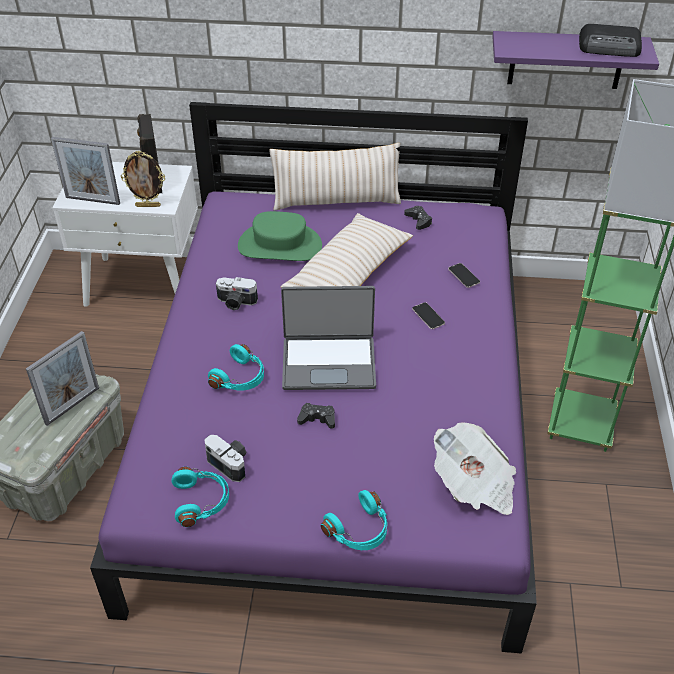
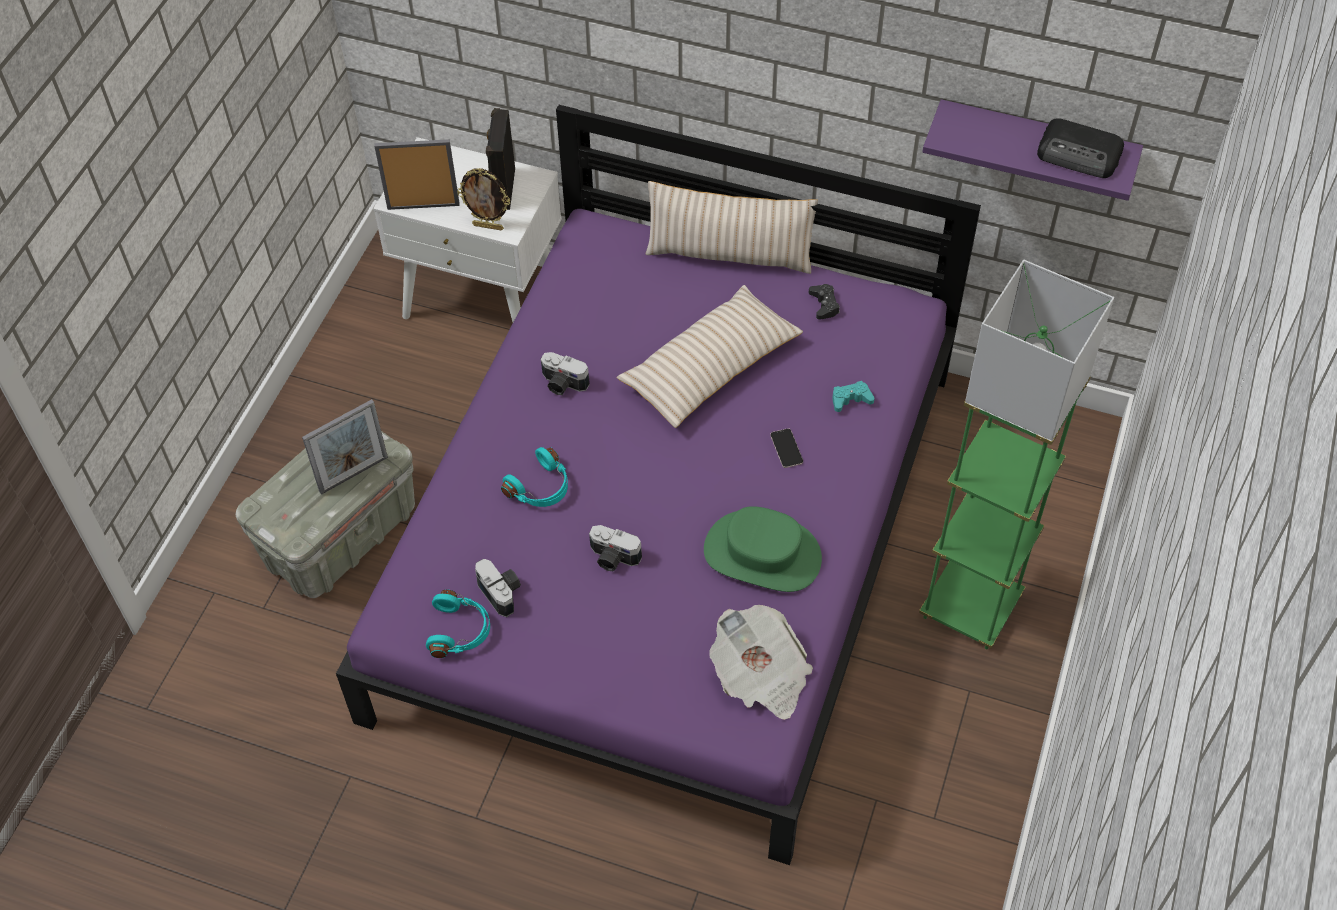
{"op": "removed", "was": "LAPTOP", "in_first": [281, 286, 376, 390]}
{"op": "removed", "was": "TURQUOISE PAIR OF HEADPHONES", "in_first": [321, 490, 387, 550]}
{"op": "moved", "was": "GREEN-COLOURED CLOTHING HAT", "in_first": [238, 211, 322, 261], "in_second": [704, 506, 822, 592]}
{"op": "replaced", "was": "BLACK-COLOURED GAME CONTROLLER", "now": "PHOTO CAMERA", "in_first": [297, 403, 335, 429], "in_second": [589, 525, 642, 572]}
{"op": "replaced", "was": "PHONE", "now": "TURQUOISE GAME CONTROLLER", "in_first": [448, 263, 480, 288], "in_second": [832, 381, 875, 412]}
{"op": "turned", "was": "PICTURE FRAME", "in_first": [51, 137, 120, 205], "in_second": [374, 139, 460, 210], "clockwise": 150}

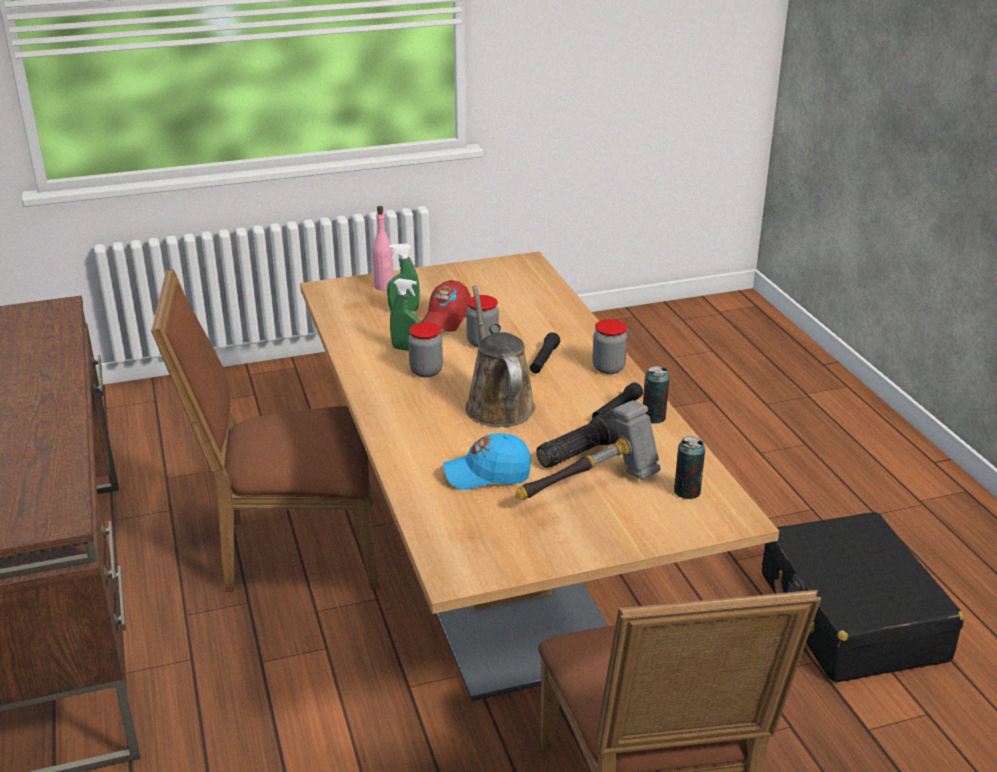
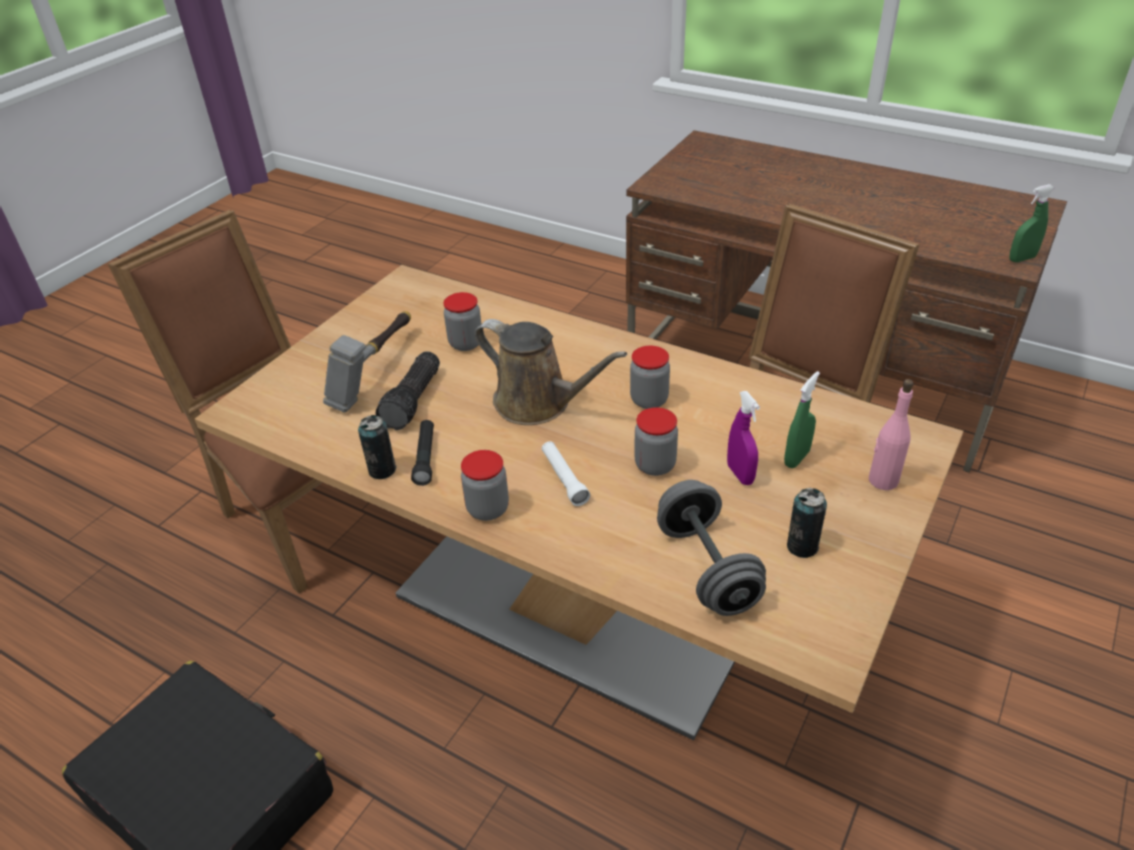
{"op": "added", "now": "GRAY FREE WEIGHT", "in_second": [657, 480, 766, 616]}
{"op": "moved", "was": "GREEN-COLOURED SPRAY BOTTLE", "in_first": [390, 279, 421, 351], "in_second": [1010, 184, 1055, 262]}
{"op": "moved", "was": "SEALED CAN", "in_first": [674, 436, 705, 499], "in_second": [787, 488, 827, 558]}
{"op": "replaced", "was": "RED PEAKED CAP", "now": "PURPLE SPRAY BOTTLE", "in_first": [421, 280, 471, 332], "in_second": [727, 391, 760, 485]}
{"op": "replaced", "was": "BLUE-COLOURED PEAKED CAP", "now": "PRESERVE JAR", "in_first": [443, 433, 531, 490], "in_second": [444, 292, 482, 351]}
{"op": "recoloured", "was": "BLACK-COLOURED FLASHLIGHT", "now": "WHITE FLASHLIGHT", "in_first": [530, 332, 561, 374], "in_second": [542, 441, 590, 506]}

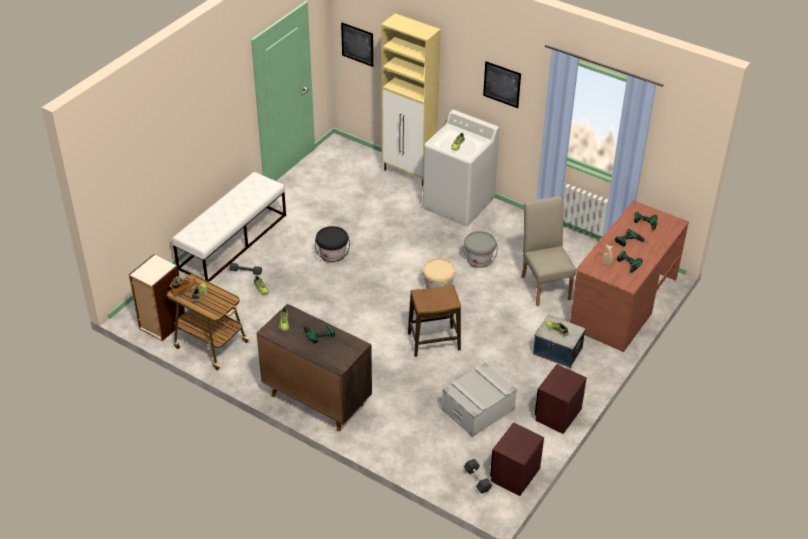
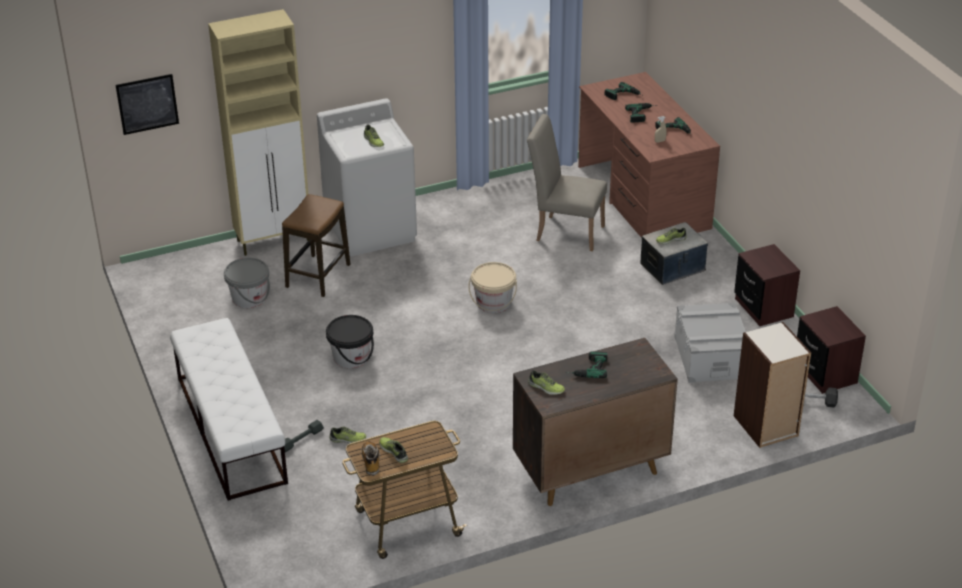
{"op": "removed", "was": "WALL PICTURE", "in_first": [483, 61, 521, 108]}
{"op": "moved", "was": "BOOKCASE", "in_first": [129, 254, 185, 341], "in_second": [734, 322, 811, 448]}
{"op": "moved", "was": "STOOL SEAT", "in_first": [408, 285, 461, 357], "in_second": [282, 194, 350, 297]}
{"op": "moved", "was": "GRAY WATER BUCKET", "in_first": [464, 231, 498, 268], "in_second": [224, 257, 270, 308]}

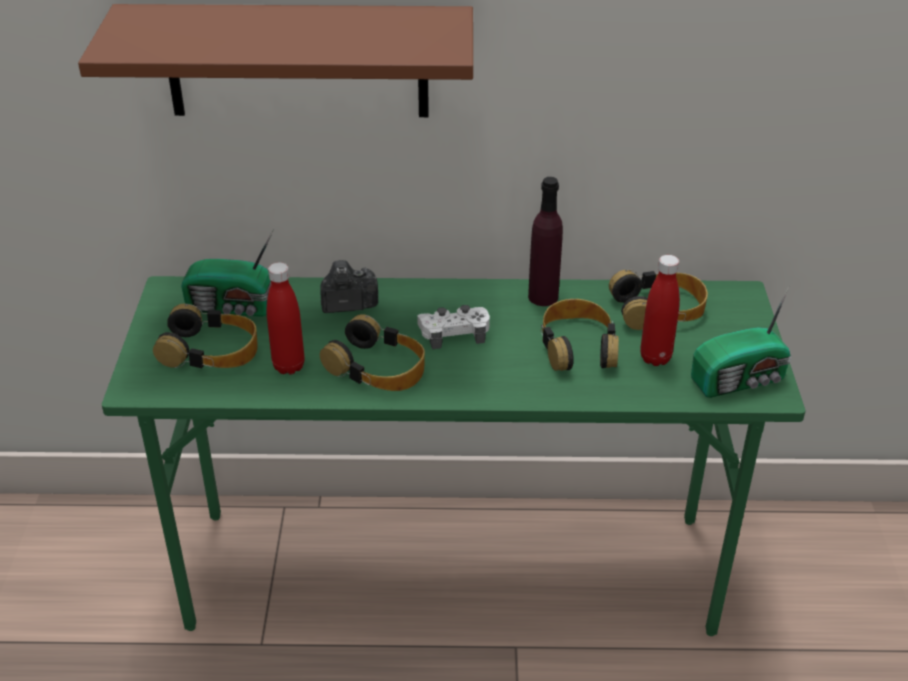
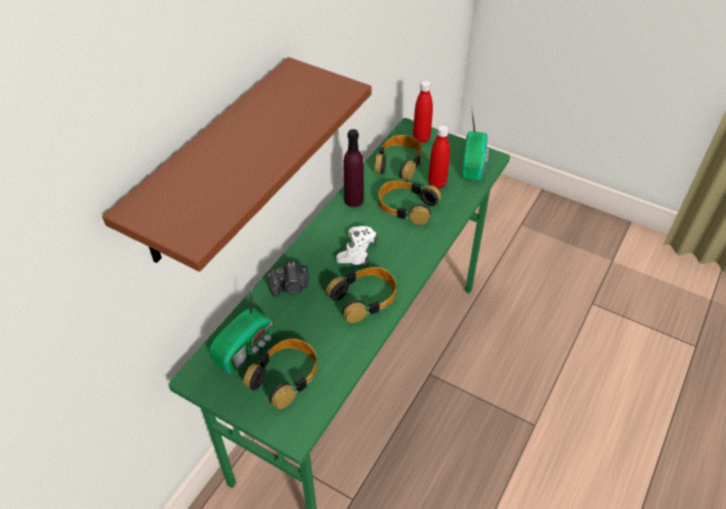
{"op": "moved", "was": "RED DRINK BOTTLE", "in_first": [267, 262, 305, 375], "in_second": [413, 80, 433, 143]}
{"op": "turned", "was": "PHOTO CAMERA", "in_first": [320, 260, 378, 313], "in_second": [268, 261, 309, 297], "clockwise": -120}

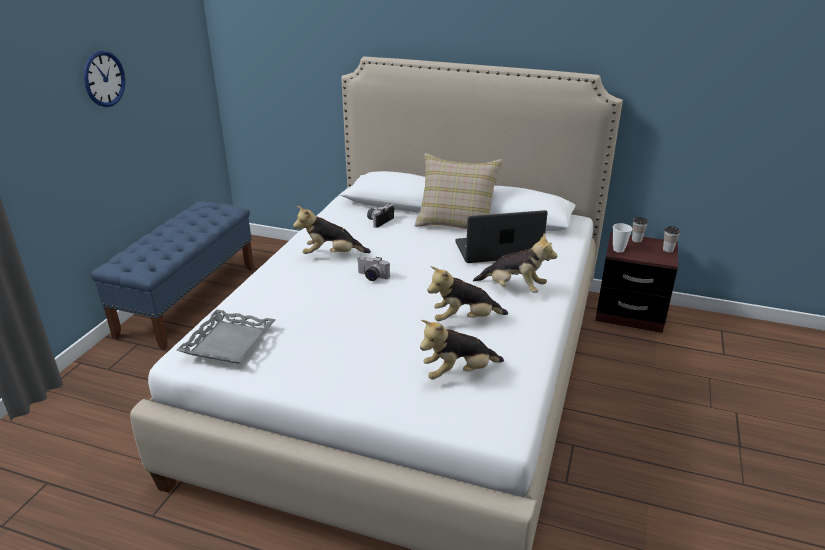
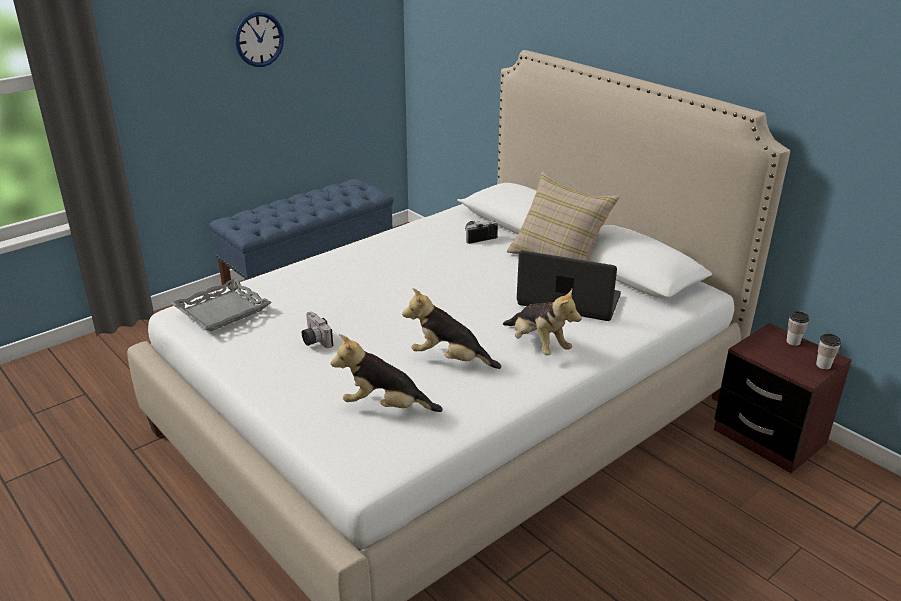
{"op": "removed", "was": "SOFT TOY", "in_first": [293, 206, 371, 254]}
{"op": "removed", "was": "SMALL CUP", "in_first": [613, 223, 632, 253]}
{"op": "moved", "was": "PHOTO CAMERA", "in_first": [357, 256, 390, 281], "in_second": [302, 312, 333, 348]}

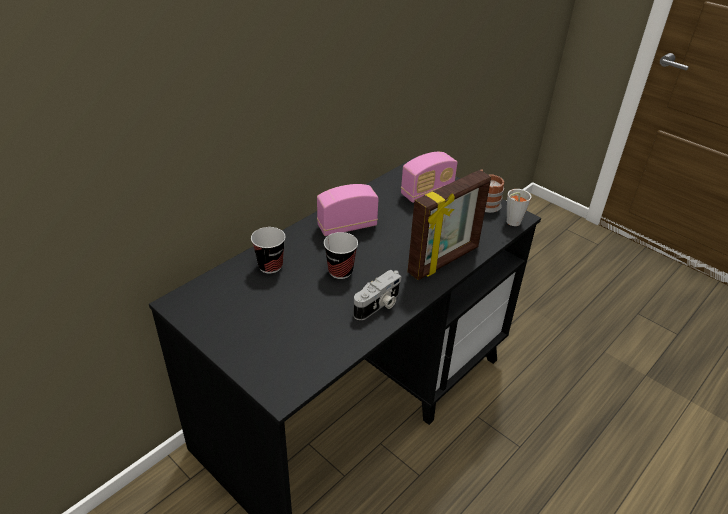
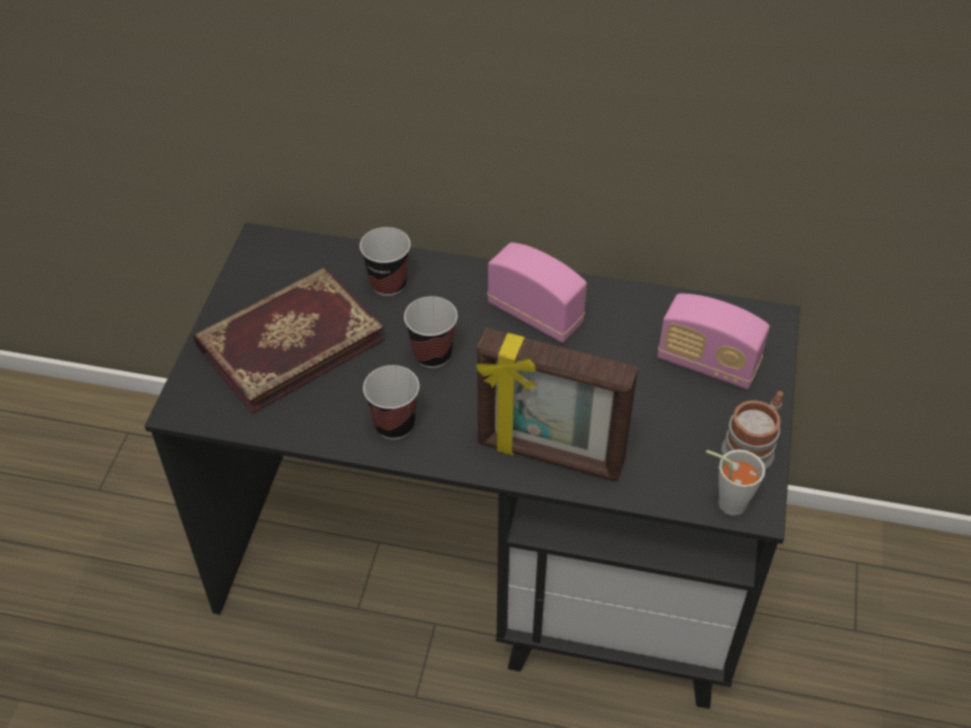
{"op": "added", "now": "BOOK", "in_second": [194, 267, 385, 414]}
{"op": "replaced", "was": "PHOTO CAMERA", "now": "SMALL CUP", "in_first": [353, 270, 401, 320], "in_second": [363, 365, 419, 440]}

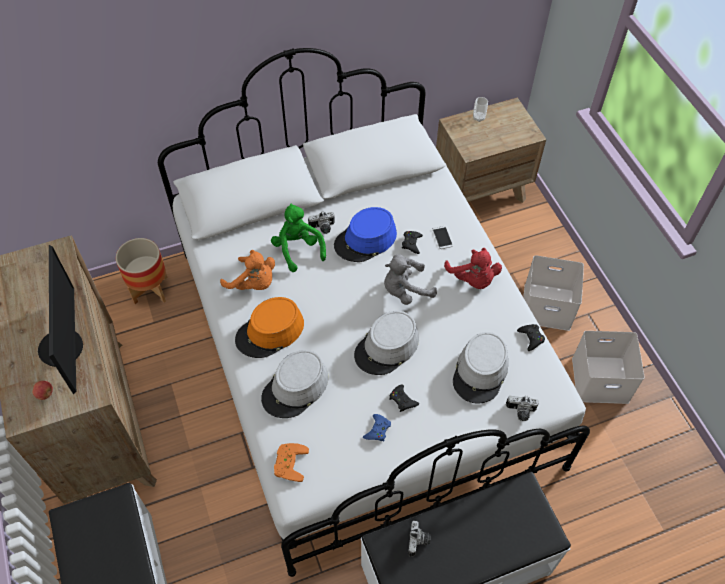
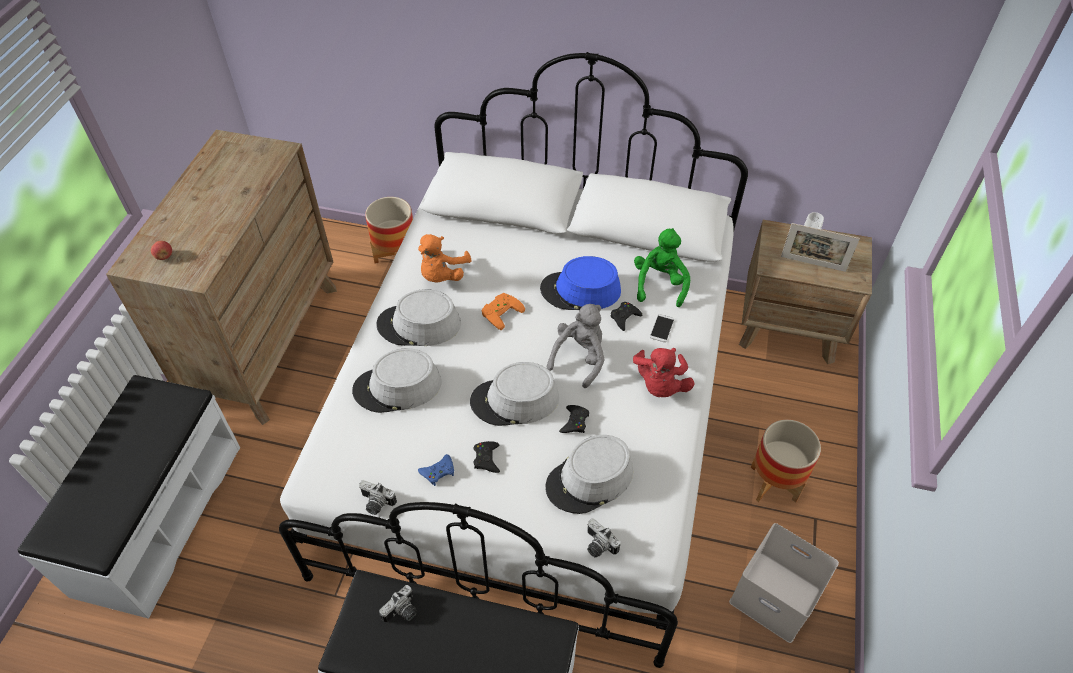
{"op": "removed", "was": "COMPUTER DISPLAY", "in_first": [38, 245, 83, 394]}
{"op": "added", "now": "PICTURE FRAME", "in_second": [781, 223, 860, 272]}
{"op": "moved", "was": "GREEN-COLOURED SOFT TOY", "in_first": [271, 204, 326, 272], "in_second": [634, 228, 690, 307]}
{"op": "moved", "was": "ORANGE-COLOURED GAME CONTROLLER", "in_first": [274, 443, 309, 482], "in_second": [482, 293, 525, 330]}
{"op": "moved", "was": "PHOTO CAMERA", "in_first": [308, 211, 335, 234], "in_second": [359, 480, 397, 515]}
{"op": "moved", "was": "BLACK-COLOURED GAME CONTROLLER", "in_first": [517, 324, 545, 351], "in_second": [559, 405, 589, 433]}
{"op": "replaced", "was": "WHITE STORAGE CONTAINER", "now": "PLANTER", "in_first": [523, 255, 584, 331], "in_second": [751, 419, 821, 503]}
{"op": "recoloured", "was": "ORANGE-COLOURED CLOTHING HAT", "now": "GRAY CLOTHING HAT", "in_first": [235, 297, 304, 358], "in_second": [376, 289, 461, 346]}
{"op": "turned", "was": "ORANGE-COLOURED SOFT TOY", "in_first": [220, 250, 275, 290], "in_second": [418, 234, 472, 283], "clockwise": 45}
{"op": "turned", "was": "GRAY SOFT TOY", "in_first": [384, 254, 437, 305], "in_second": [547, 304, 605, 388], "clockwise": 105}

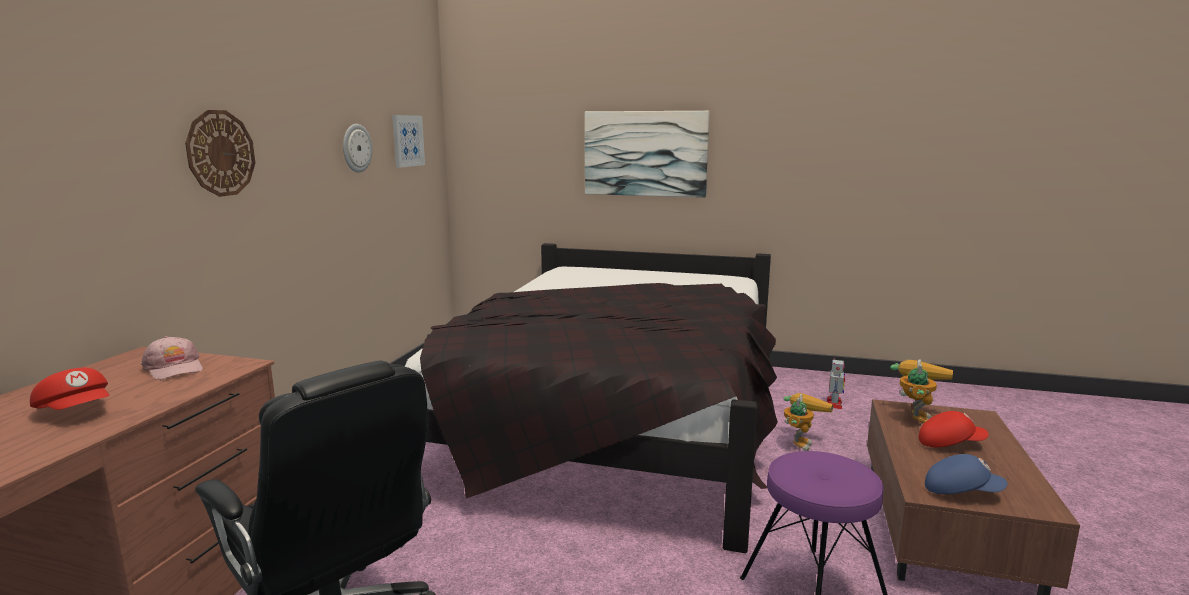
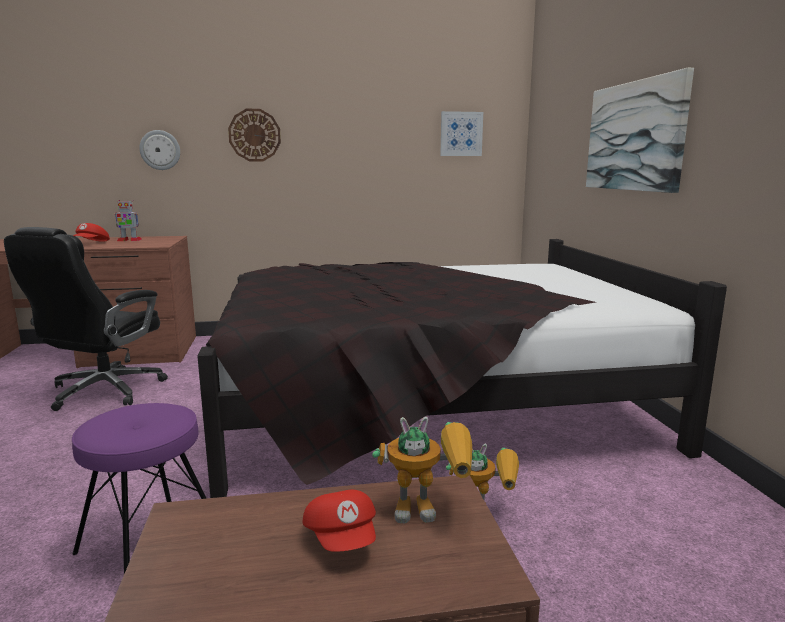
{"op": "removed", "was": "PINK PEAKED CAP", "in_first": [141, 336, 203, 380]}
{"op": "removed", "was": "BLUE-COLOURED PEAKED CAP", "in_first": [925, 454, 1008, 494]}
{"op": "moved", "was": "CLOCK ON THE WALL", "in_first": [343, 124, 372, 173], "in_second": [140, 130, 180, 170]}
{"op": "moved", "was": "MODEL ROBOT", "in_first": [827, 358, 845, 409], "in_second": [115, 200, 142, 241]}

